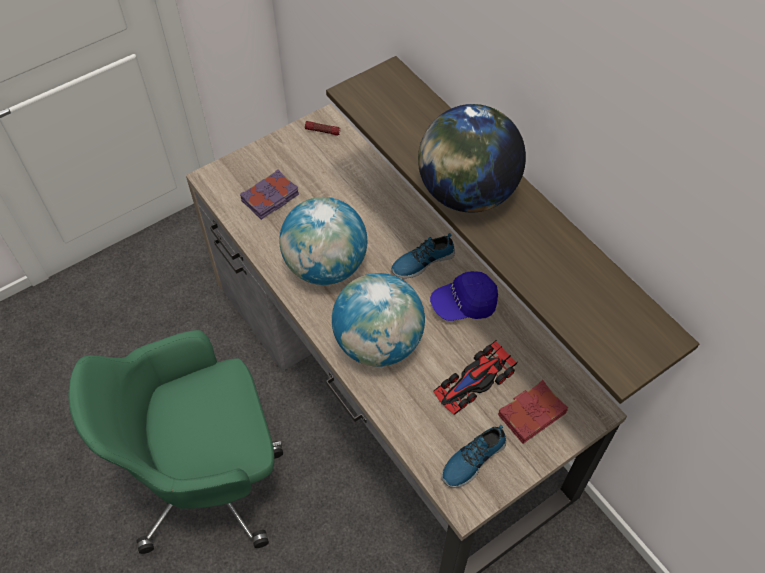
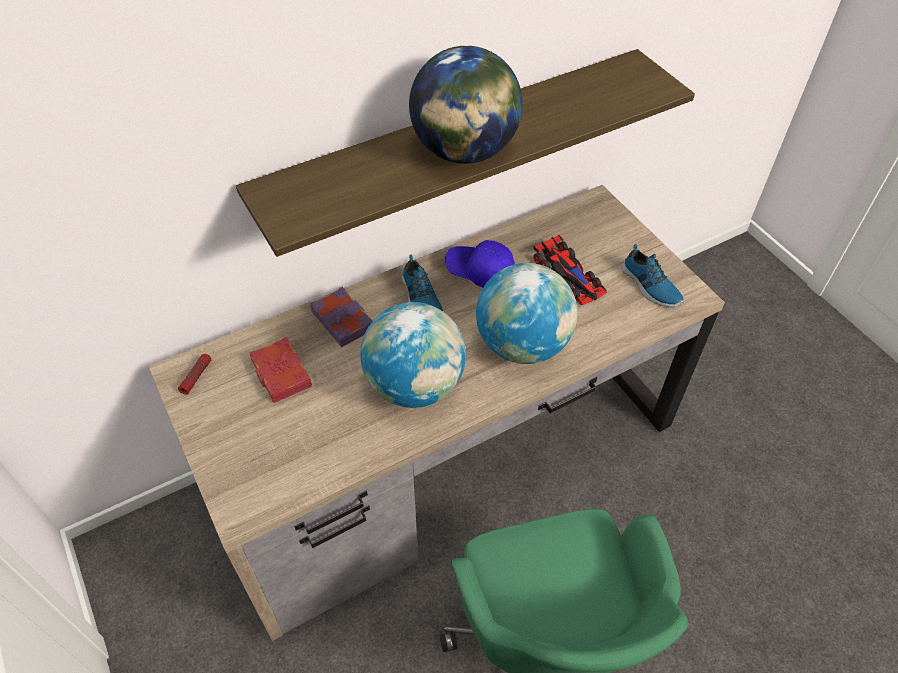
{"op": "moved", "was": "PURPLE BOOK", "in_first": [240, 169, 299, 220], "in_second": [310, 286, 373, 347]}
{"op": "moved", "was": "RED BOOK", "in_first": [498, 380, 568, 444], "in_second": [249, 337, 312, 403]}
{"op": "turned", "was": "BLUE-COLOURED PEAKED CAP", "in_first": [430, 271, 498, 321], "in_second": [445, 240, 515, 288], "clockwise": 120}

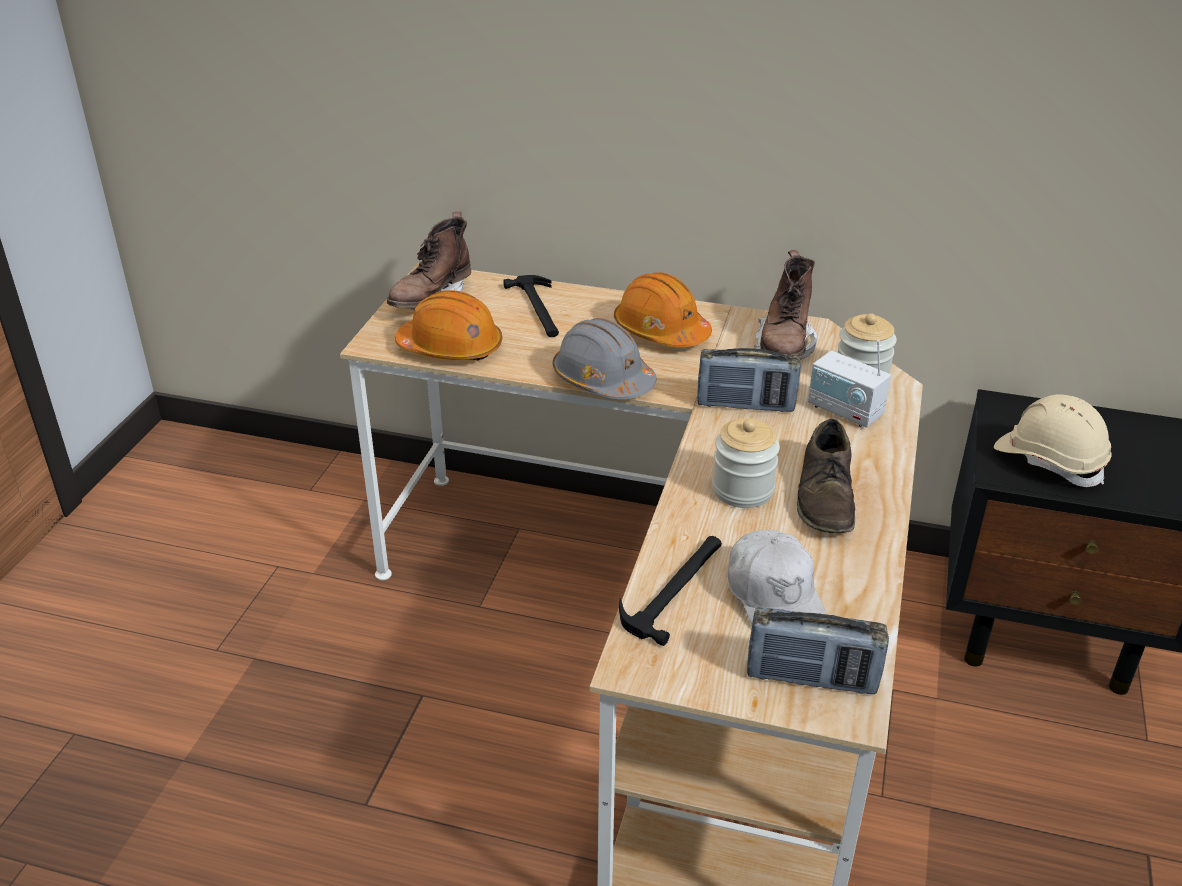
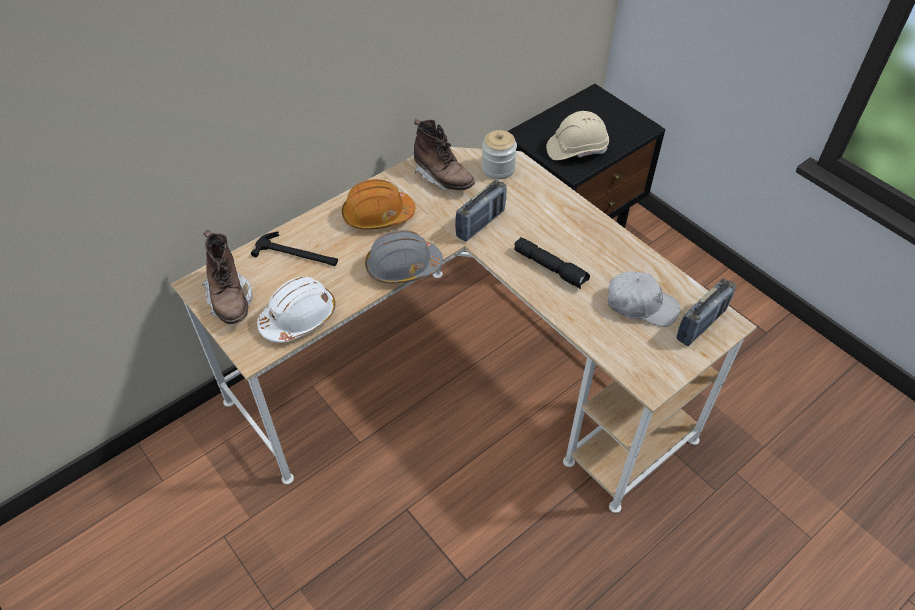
{"op": "removed", "was": "HAND HAMMER", "in_first": [619, 536, 722, 646]}
{"op": "removed", "was": "BROWN-COLOURED LOW SHOE", "in_first": [797, 419, 855, 533]}
{"op": "removed", "was": "RADIO SET", "in_first": [808, 340, 891, 427]}
{"op": "replaced", "was": "PRESERVE JAR", "now": "BLACK-COLOURED FLASHLIGHT", "in_first": [712, 418, 780, 508], "in_second": [514, 237, 590, 289]}
{"op": "recoloured", "was": "ORANGE-COLOURED SAFETY HELMET", "now": "WHITE SAFETY HELMET", "in_first": [395, 290, 502, 361], "in_second": [257, 276, 336, 343]}

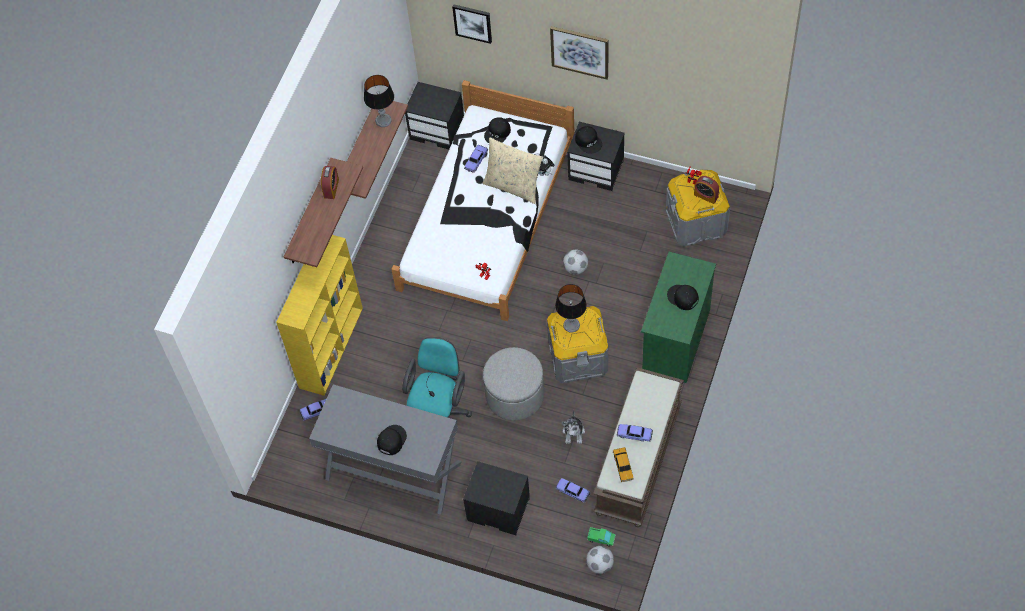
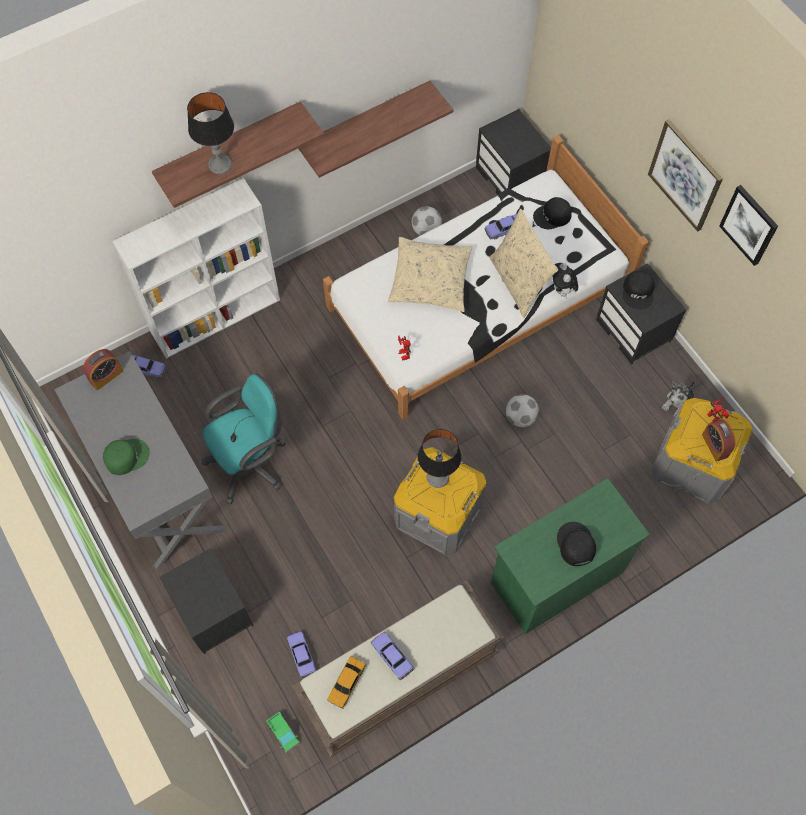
{"op": "removed", "was": "GRAY FOOTREST", "in_first": [483, 347, 544, 421]}
{"op": "added", "now": "BEIGE-COLOURED CUSHION", "in_second": [388, 237, 472, 312]}
{"op": "moved", "was": "BEDSIDE CLOCK", "in_first": [321, 166, 339, 199], "in_second": [83, 349, 123, 390]}
{"op": "moved", "was": "LAMP FOR A TABLE", "in_first": [364, 75, 394, 127], "in_second": [187, 92, 234, 174]}
{"op": "moved", "was": "WALL PICTURE", "in_first": [452, 4, 492, 44], "in_second": [719, 185, 778, 266]}
{"op": "moved", "was": "SOFT TOY", "in_first": [562, 410, 585, 444], "in_second": [662, 381, 695, 417]}
{"op": "moved", "was": "FOOTBALL", "in_first": [586, 546, 614, 574], "in_second": [412, 206, 442, 236]}
{"op": "recoloured", "was": "YELLOWISH BOOKCASE", "now": "WHITE BOOKCASE", "in_first": [276, 235, 363, 396], "in_second": [112, 178, 280, 359]}
{"op": "recoloured", "was": "BLACK-COLOURED PEAKED CAP", "now": "GREEN-COLOURED PEAKED CAP", "in_first": [377, 425, 407, 455], "in_second": [103, 439, 149, 475]}

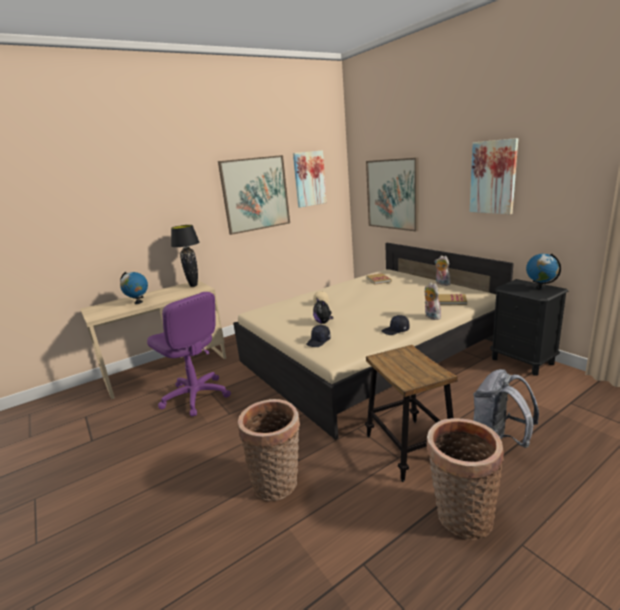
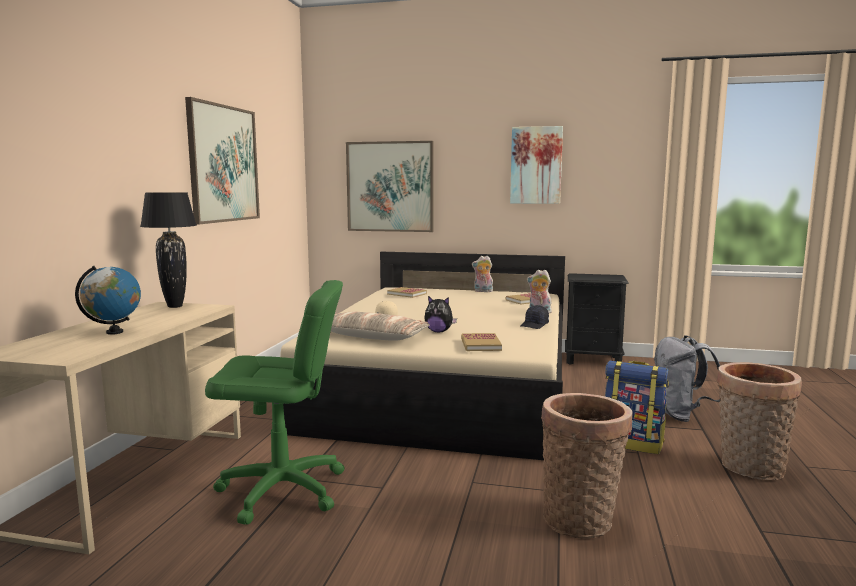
{"op": "removed", "was": "WALL PICTURE", "in_first": [293, 150, 327, 208]}
{"op": "removed", "was": "GLOBE", "in_first": [526, 253, 561, 290]}
{"op": "added", "now": "CUSHION", "in_second": [331, 312, 430, 341]}
{"op": "replaced", "was": "BLACK-COLOURED PEAKED CAP", "now": "BOOK", "in_first": [306, 325, 331, 347], "in_second": [461, 333, 502, 351]}
{"op": "replaced", "was": "STOOL SEAT", "now": "RUCKSACK", "in_first": [365, 345, 458, 482], "in_second": [605, 361, 669, 454]}
{"op": "recoloured", "was": "PURPLE DESK CHAIR", "now": "GREEN-COLOURED DESK CHAIR", "in_first": [147, 292, 231, 417], "in_second": [205, 280, 344, 525]}

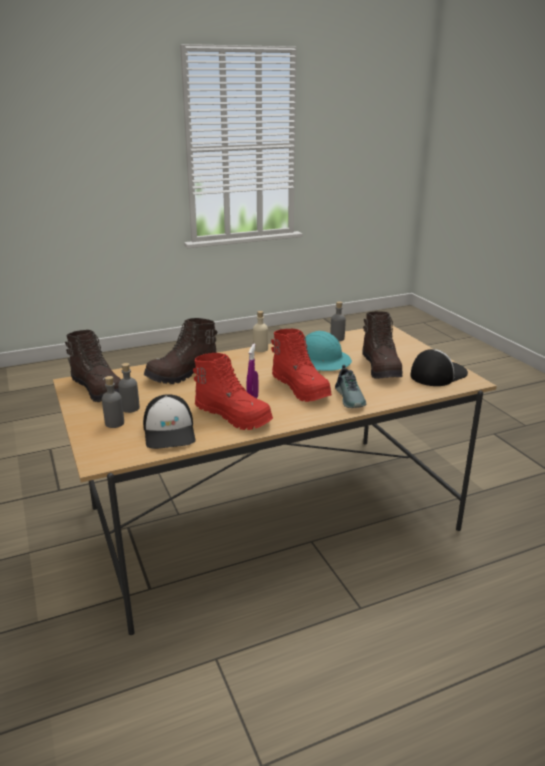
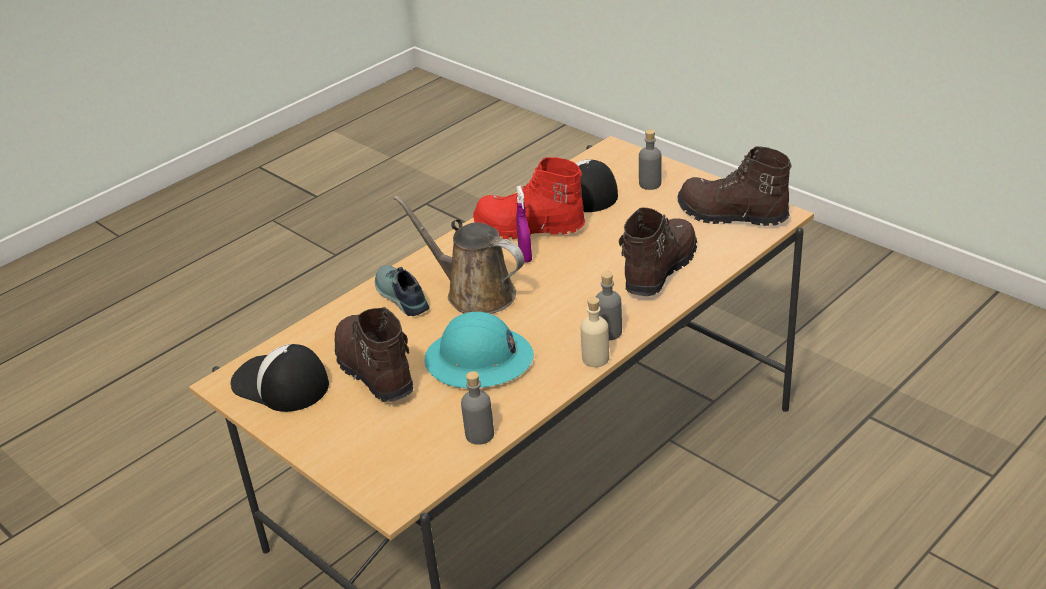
{"op": "moved", "was": "GRAY DRINK BOTTLE", "in_first": [118, 363, 140, 413], "in_second": [596, 272, 622, 340]}
{"op": "replaced", "was": "RED HIGH-TOP BOOT", "now": "BROWN-COLOURED WATERING CAN", "in_first": [271, 329, 332, 402], "in_second": [394, 195, 525, 314]}
{"op": "turned", "was": "PEAKED CAP", "in_first": [410, 349, 468, 386], "in_second": [231, 344, 329, 412], "clockwise": 90}

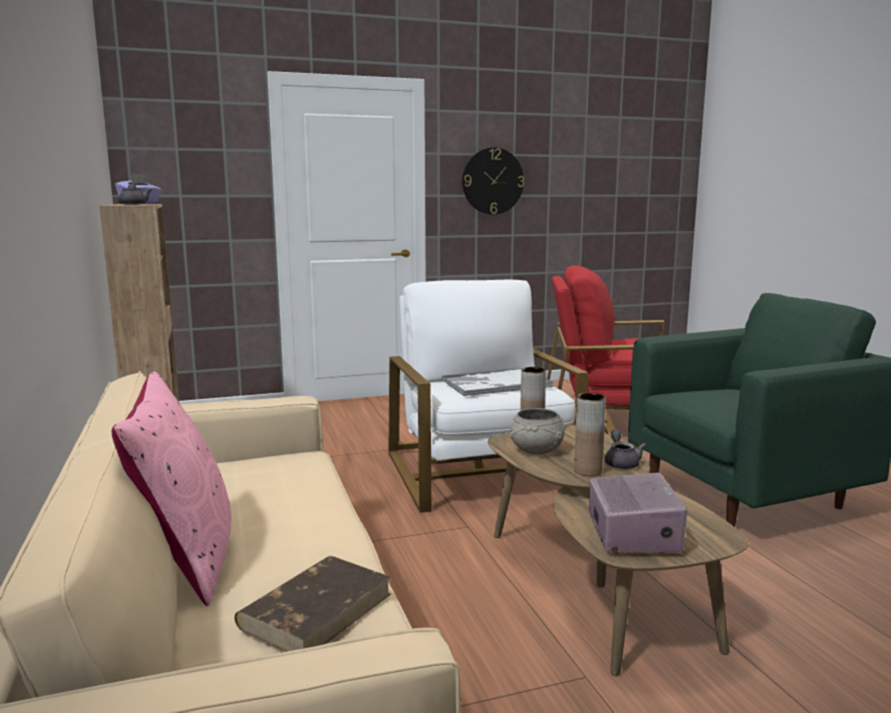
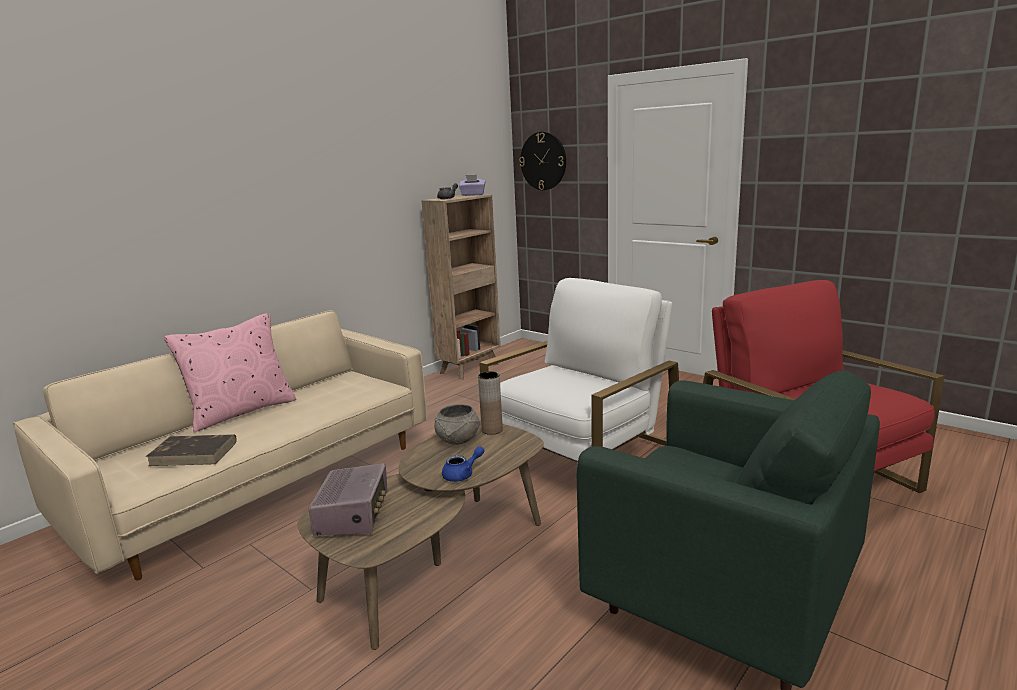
{"op": "removed", "was": "CARRYING TRAY", "in_first": [442, 368, 554, 396]}
{"op": "removed", "was": "BROWN-COLOURED FLOWER VASE", "in_first": [574, 393, 606, 476]}
{"op": "moved", "was": "CLOCK ON THE WALL", "in_first": [462, 147, 524, 215], "in_second": [519, 132, 566, 190]}
{"op": "recoloured", "was": "GRAY TEA POT", "now": "BLUE-COLOURED TEA POT", "in_first": [605, 429, 646, 469], "in_second": [442, 446, 484, 482]}
{"op": "turned", "was": "RADIO SET", "in_first": [589, 473, 687, 552], "in_second": [308, 464, 388, 536], "clockwise": -60}

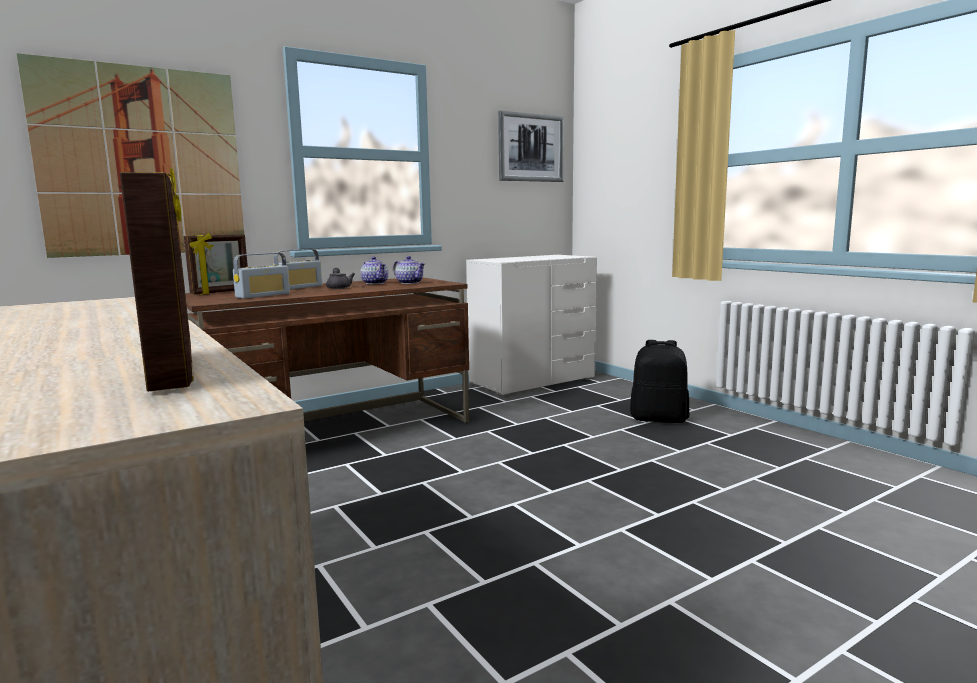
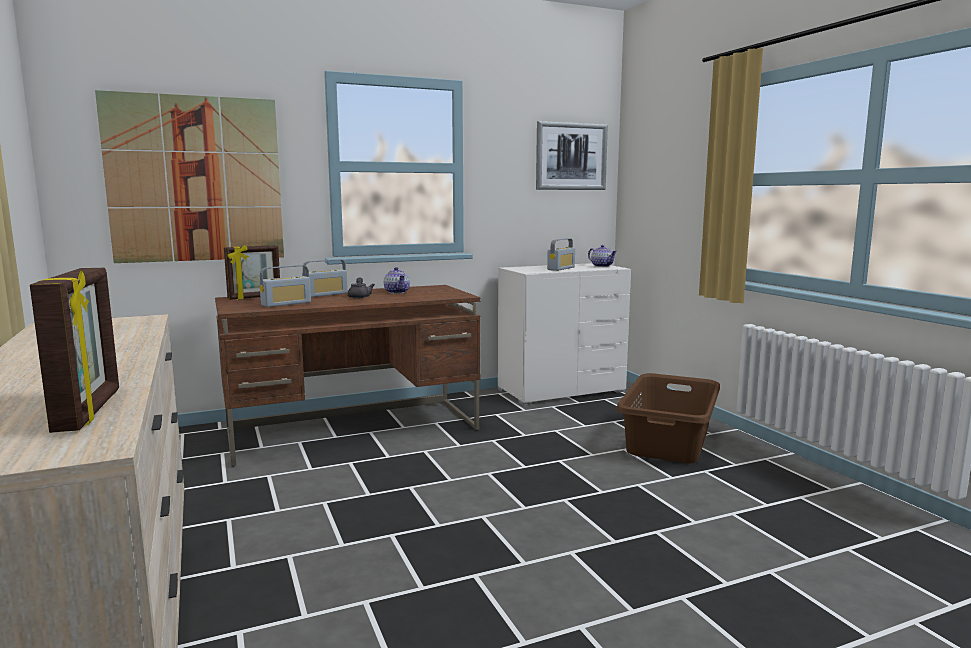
{"op": "added", "now": "RADIO SET", "in_second": [547, 238, 575, 271]}
{"op": "moved", "was": "TEA POT", "in_first": [393, 256, 426, 284], "in_second": [588, 245, 617, 267]}
{"op": "replaced", "was": "BLACK-COLOURED RUCKSACK", "now": "BROWN-COLOURED WASHING BASKET", "in_first": [630, 340, 690, 423], "in_second": [617, 373, 720, 463]}

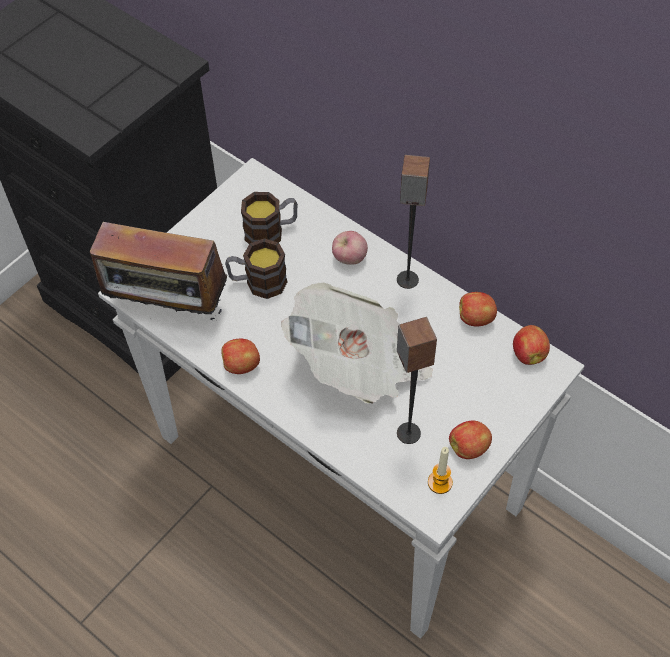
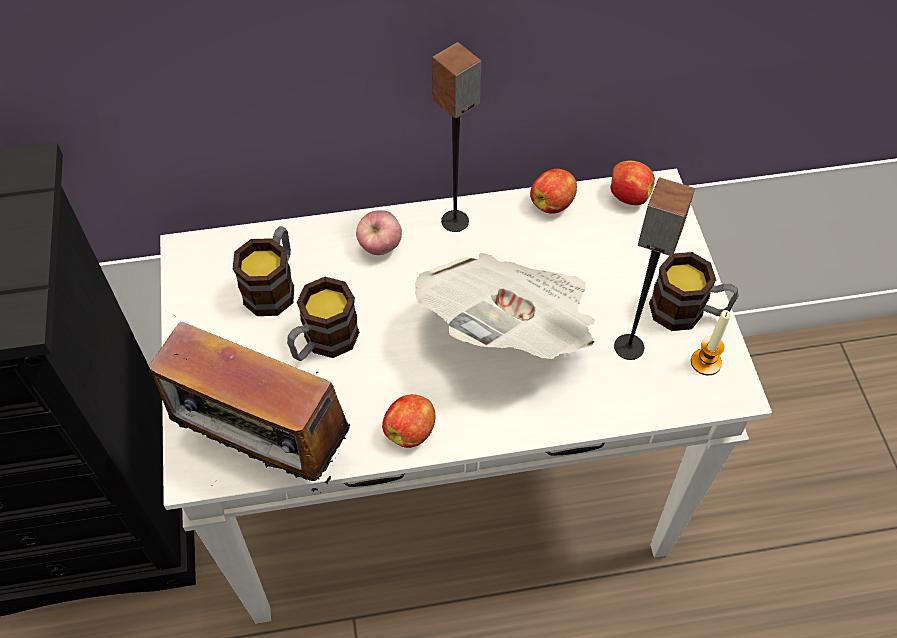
{"op": "replaced", "was": "APPLE FRUIT", "now": "MUG", "in_first": [449, 420, 492, 459], "in_second": [649, 252, 739, 331]}
{"op": "turned", "was": "RADIO SET", "in_first": [90, 222, 227, 329], "in_second": [145, 321, 350, 492], "clockwise": 60}

